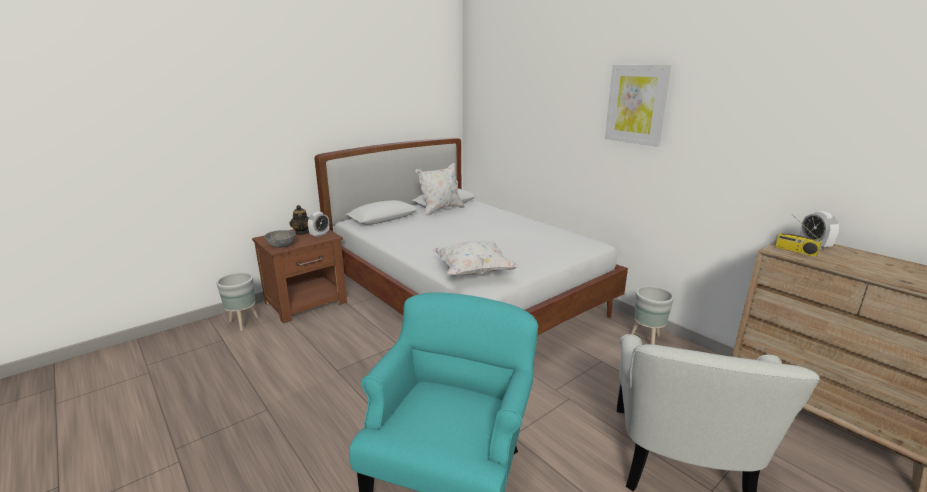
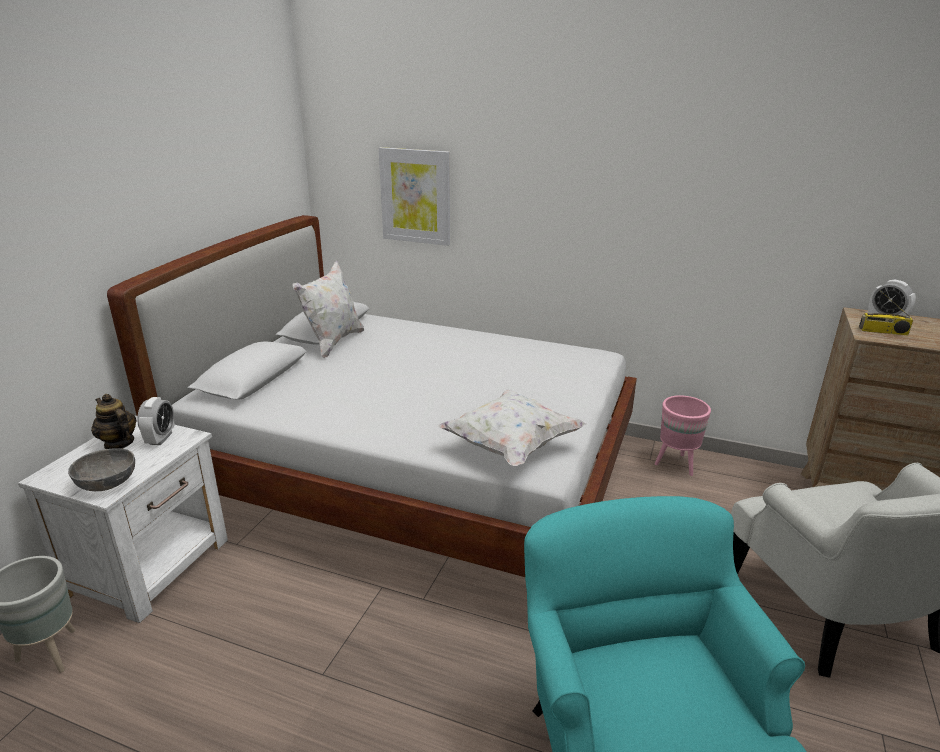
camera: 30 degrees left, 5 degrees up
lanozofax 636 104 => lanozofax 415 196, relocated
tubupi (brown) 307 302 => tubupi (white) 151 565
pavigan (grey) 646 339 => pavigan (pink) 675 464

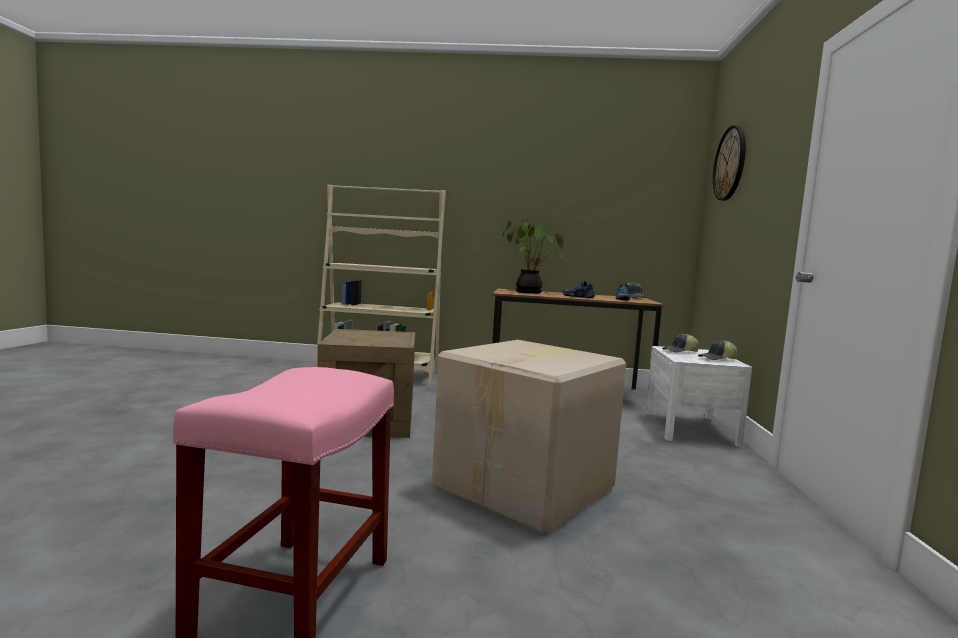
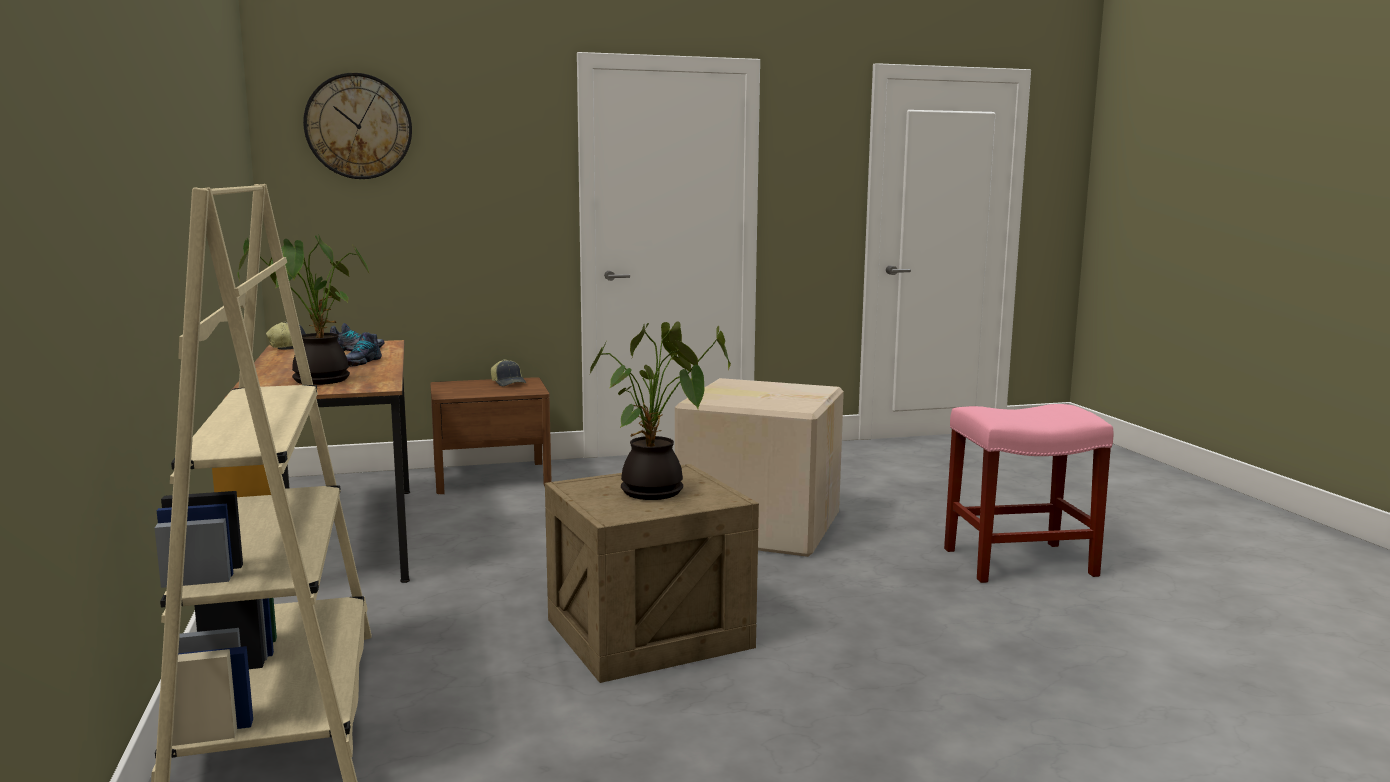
camera: 110 degrees left, 5 degrees up
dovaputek 680 352 => nothing
tubupi (white) 689 428 => tubupi (brown) 491 477
nothing => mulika 656 493

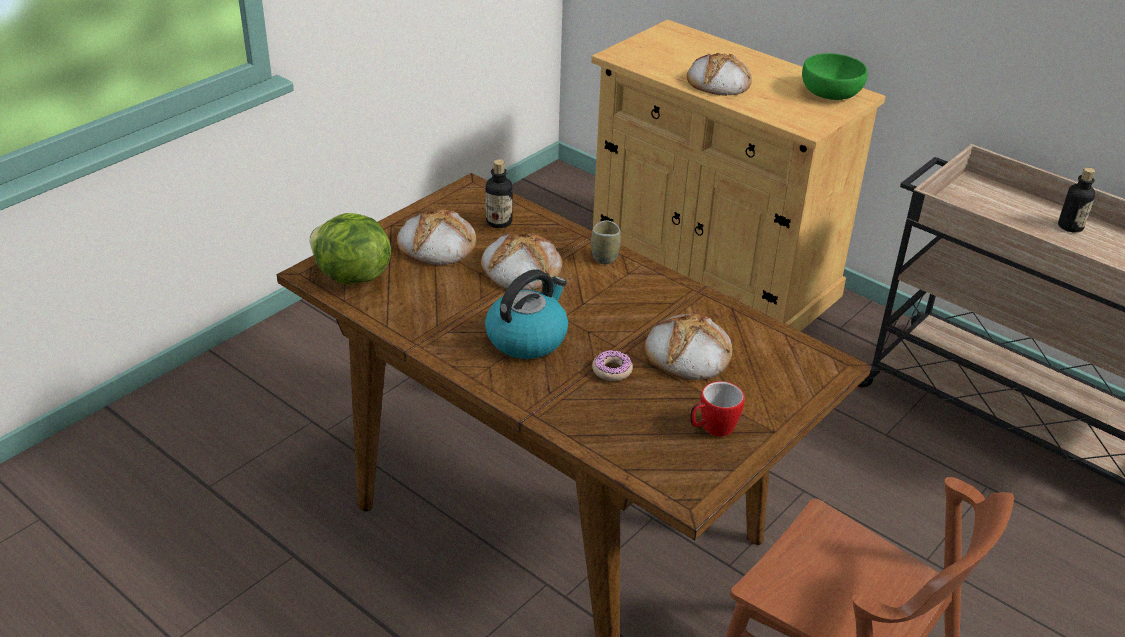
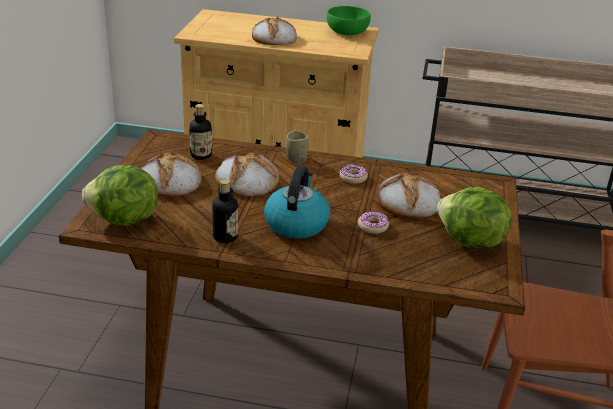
camera: 30 degrees left, 5 degrees down
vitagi 1070 226 => vitagi 225 237, relocated
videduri 712 429 => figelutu 469 242
nothing => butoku 353 178

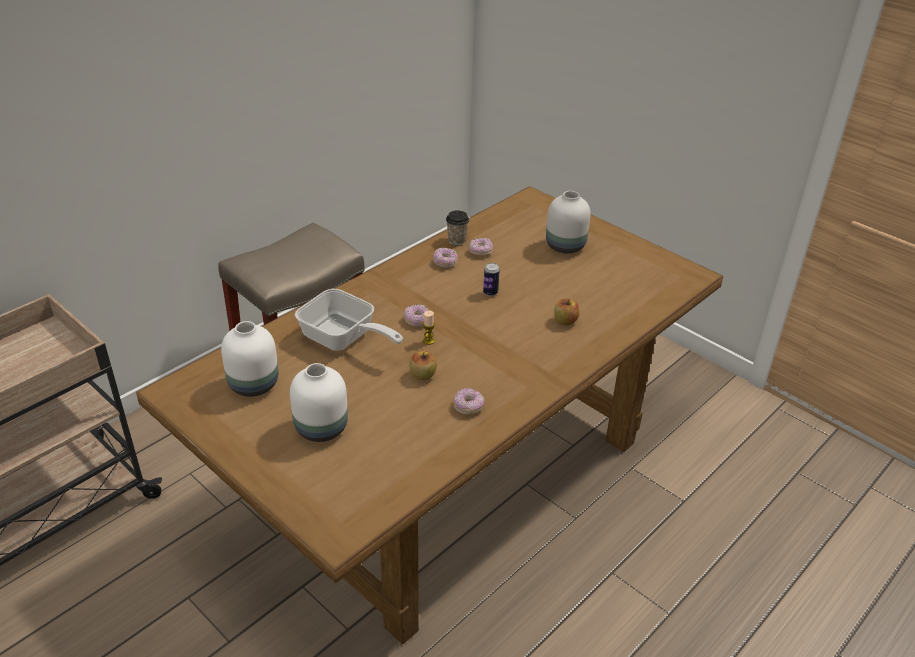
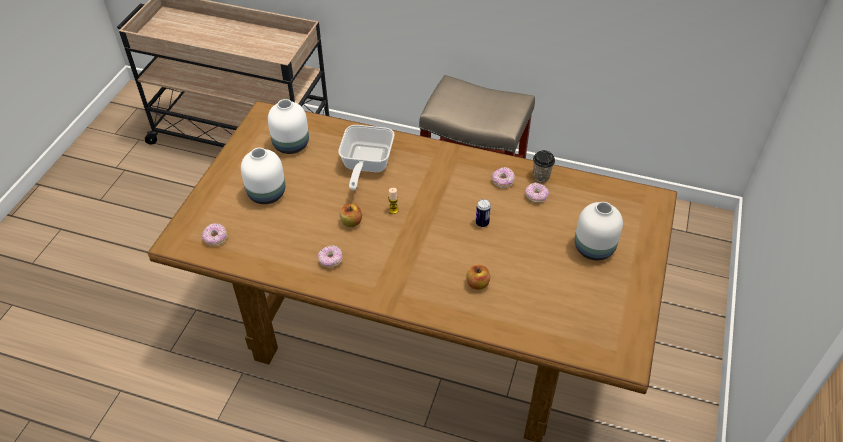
camera: 65 degrees right, 10 degrees up
butoku 417 321 => butoku 215 238, relocated

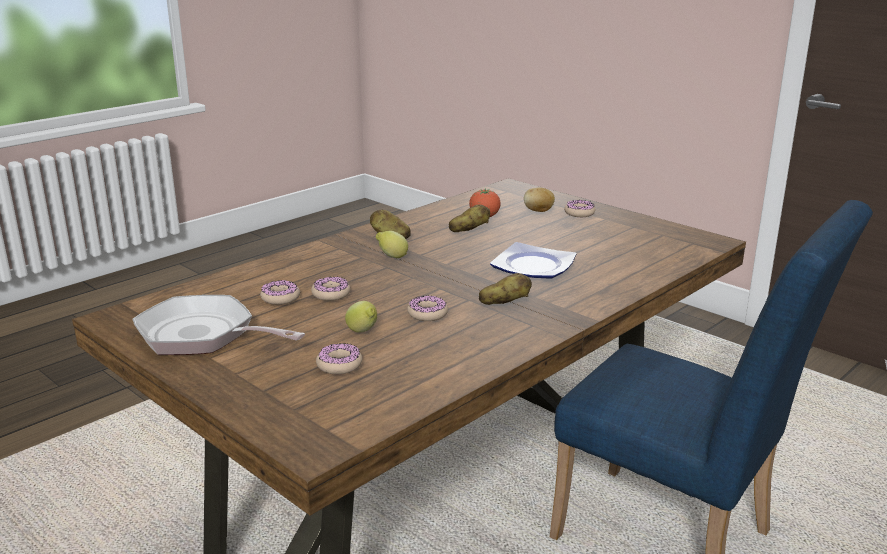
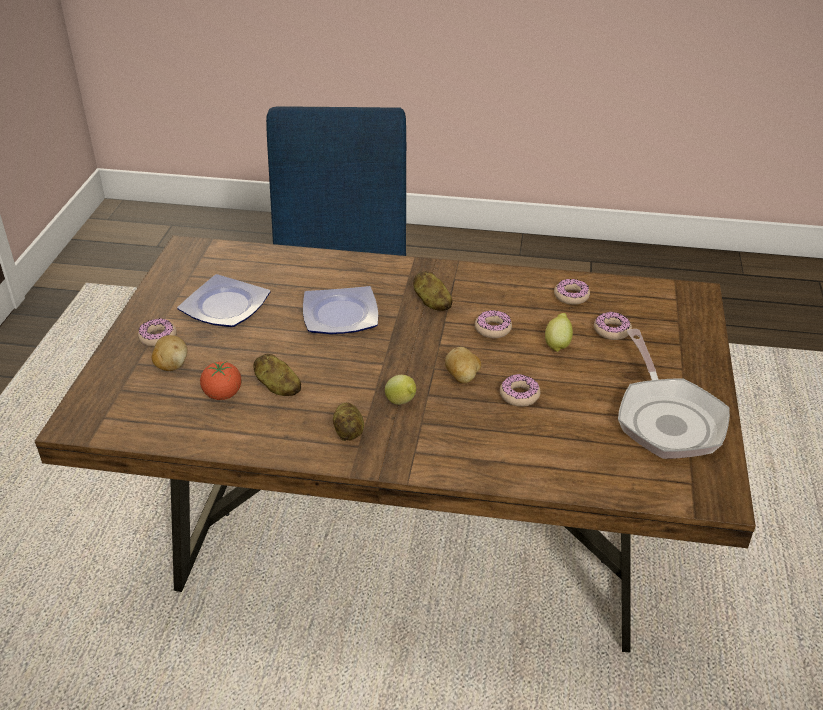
camera: 125 degrees left, 15 degrees up
butoku 280 298 => butoku 571 296, relocated
nothing => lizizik 225 305
nothing => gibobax 462 378

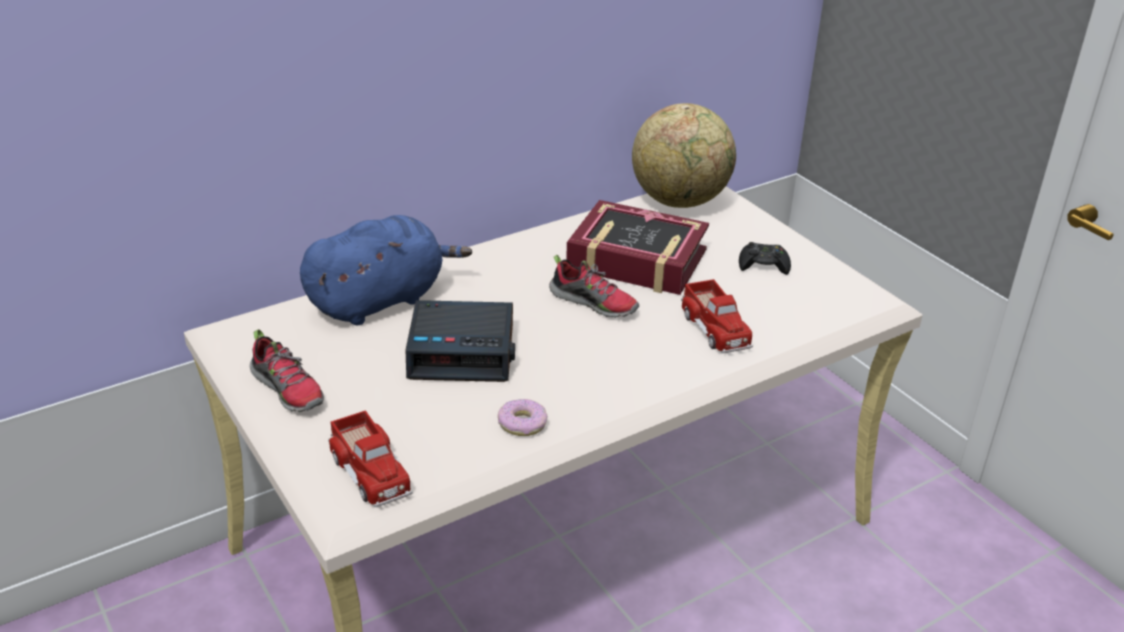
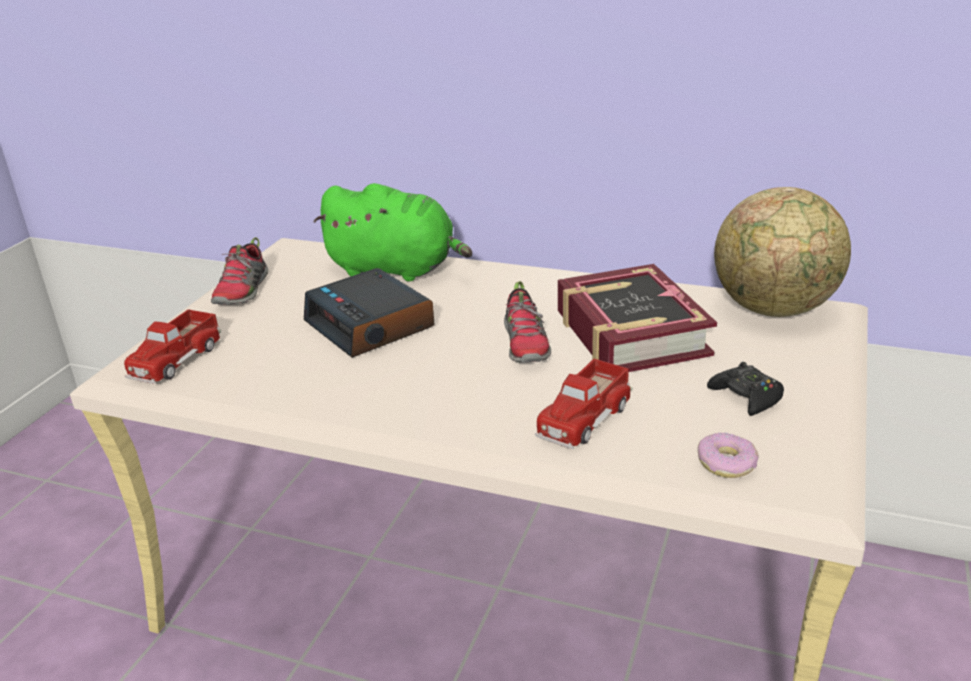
camera: 55 degrees right, 5 degrees down
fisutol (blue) 381 300 => fisutol (green) 396 269
butoku 522 423 => butoku 726 463, relocated

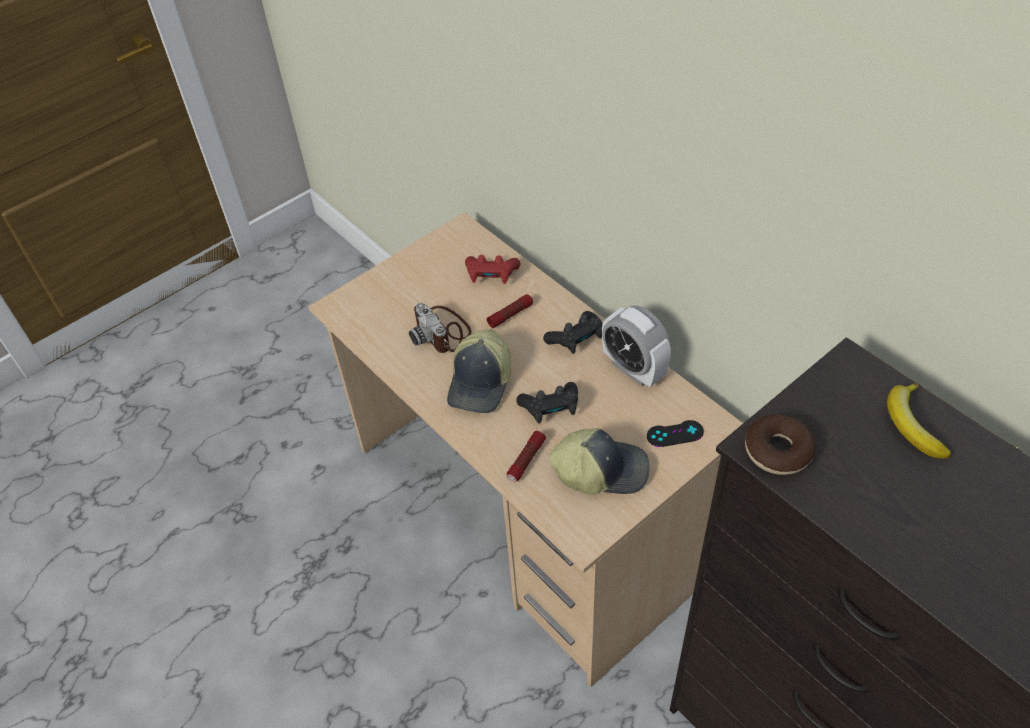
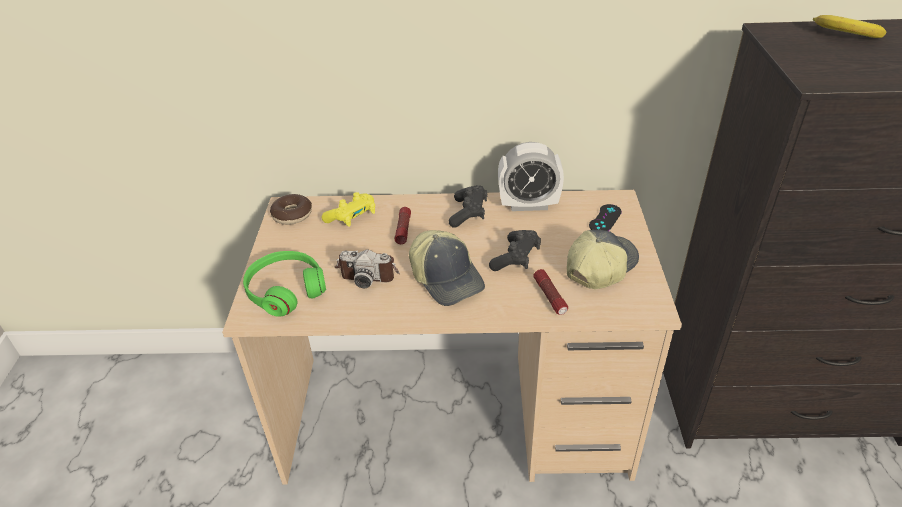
camera: 50 degrees left, 10 degrees down
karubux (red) 491 275 => karubux (yellow) 352 217
butoku 778 451 => butoku 292 215, relocated
nothing => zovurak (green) 286 290

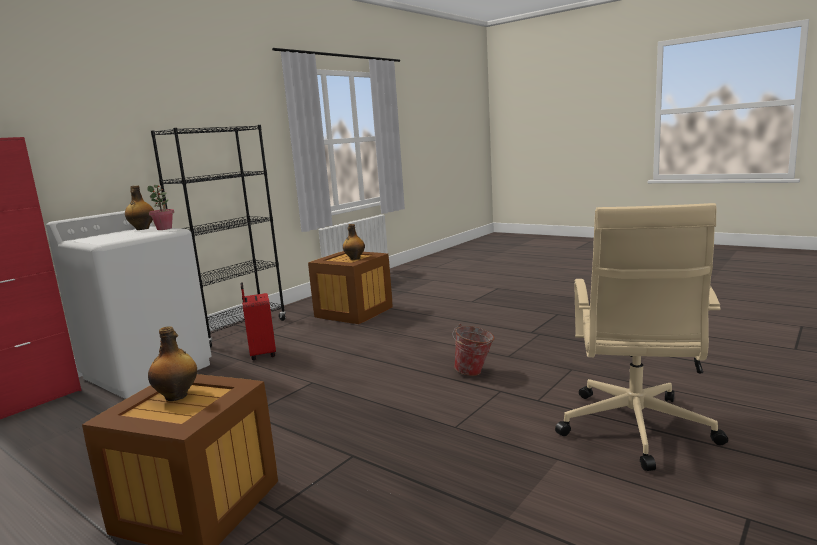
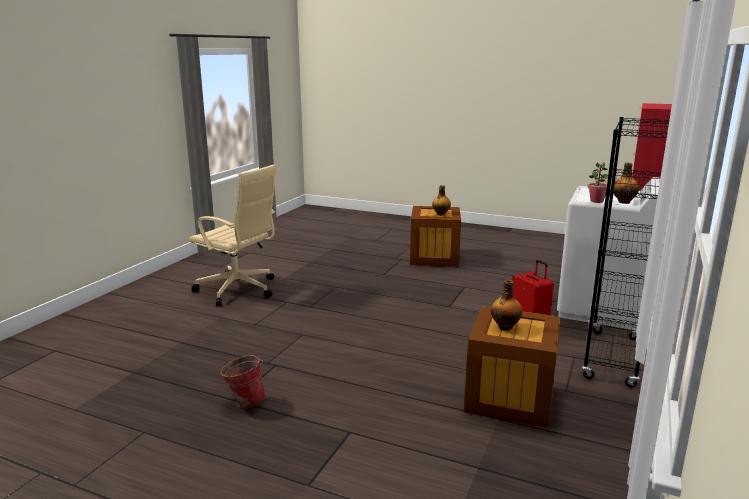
camera: 165 degrees right, 5 degrees up
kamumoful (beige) 635 430 => kamumoful (beige) 239 290, 120 degrees clockwise
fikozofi 474 373 => fikozofi 244 401, relocated

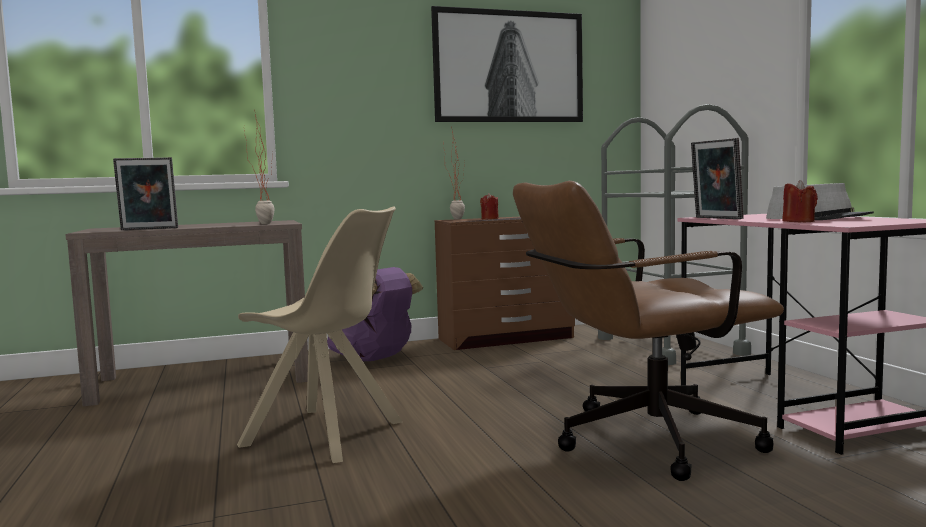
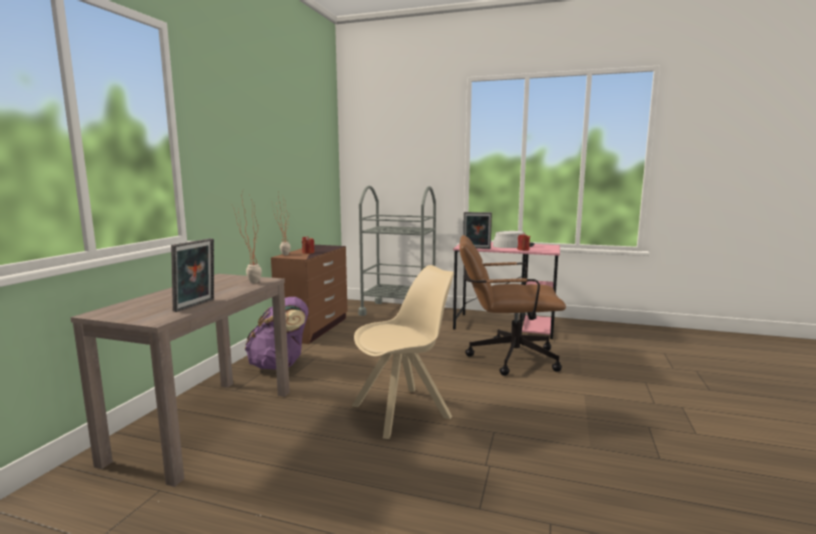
camera: 55 degrees left, 5 degrees up
lanozofax 509 67 => nothing
kamumoful (brown) 638 441 => kamumoful (brown) 505 357, 75 degrees clockwise

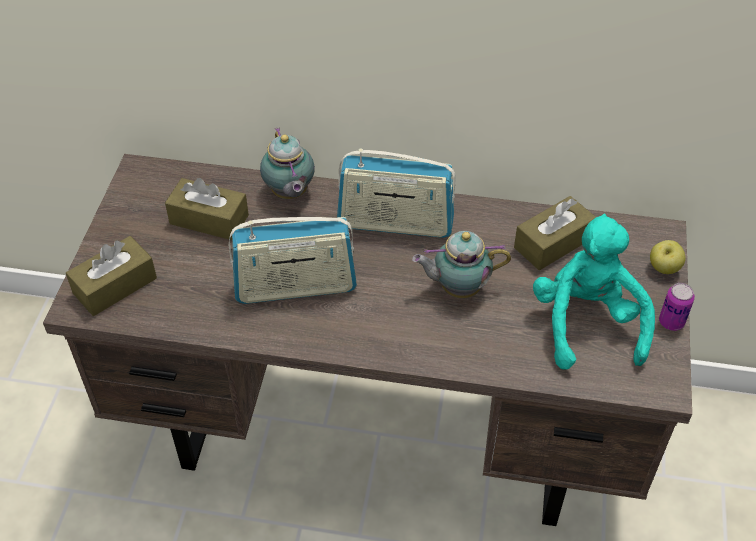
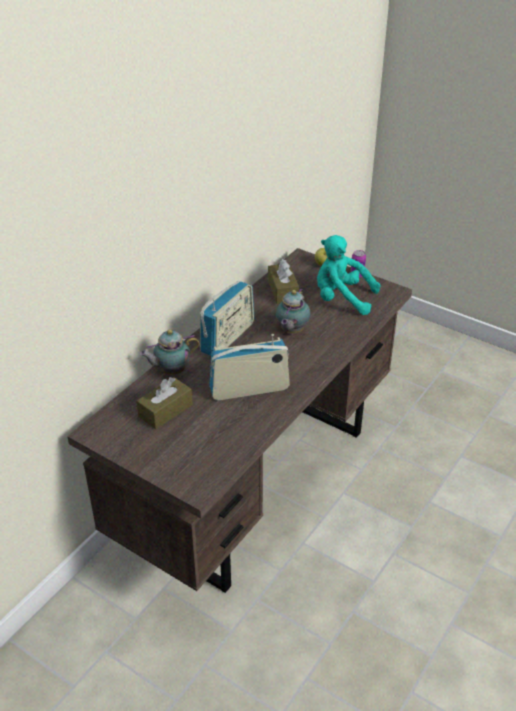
camera: 65 degrees left, 10 degrees down
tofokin 289 194 => tofokin 171 371, 150 degrees clockwise
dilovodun 295 287 => dilovodun 249 389, 120 degrees counterclockwise
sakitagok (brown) 115 286 => nothing

